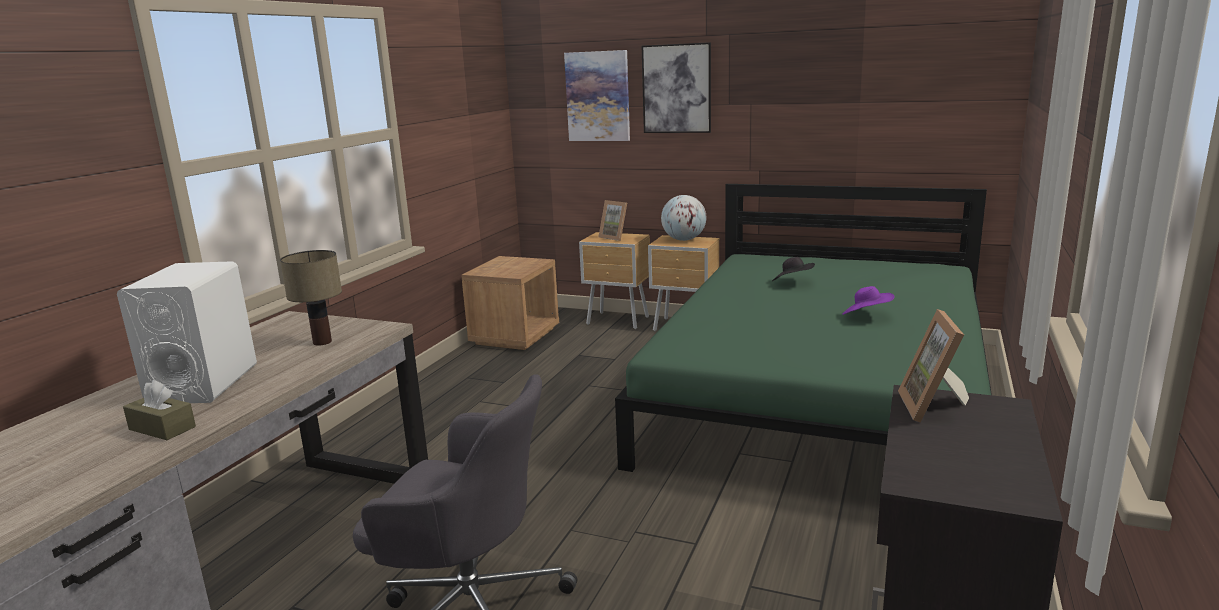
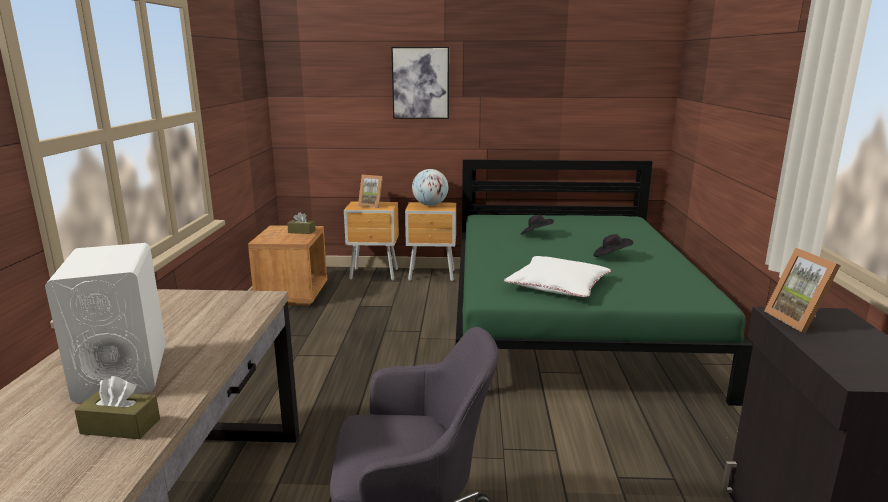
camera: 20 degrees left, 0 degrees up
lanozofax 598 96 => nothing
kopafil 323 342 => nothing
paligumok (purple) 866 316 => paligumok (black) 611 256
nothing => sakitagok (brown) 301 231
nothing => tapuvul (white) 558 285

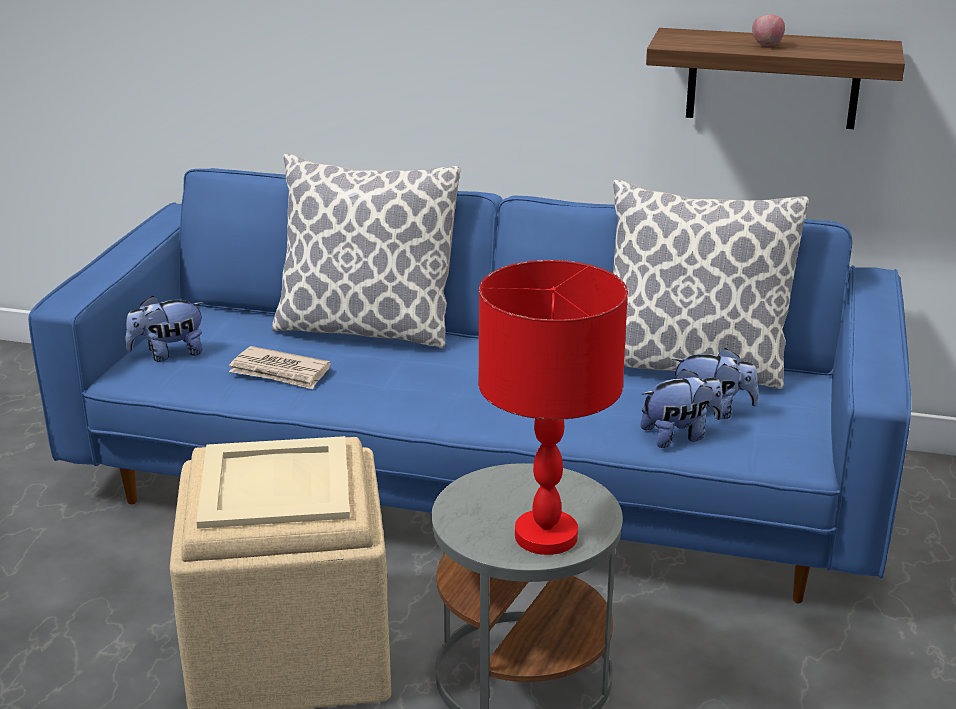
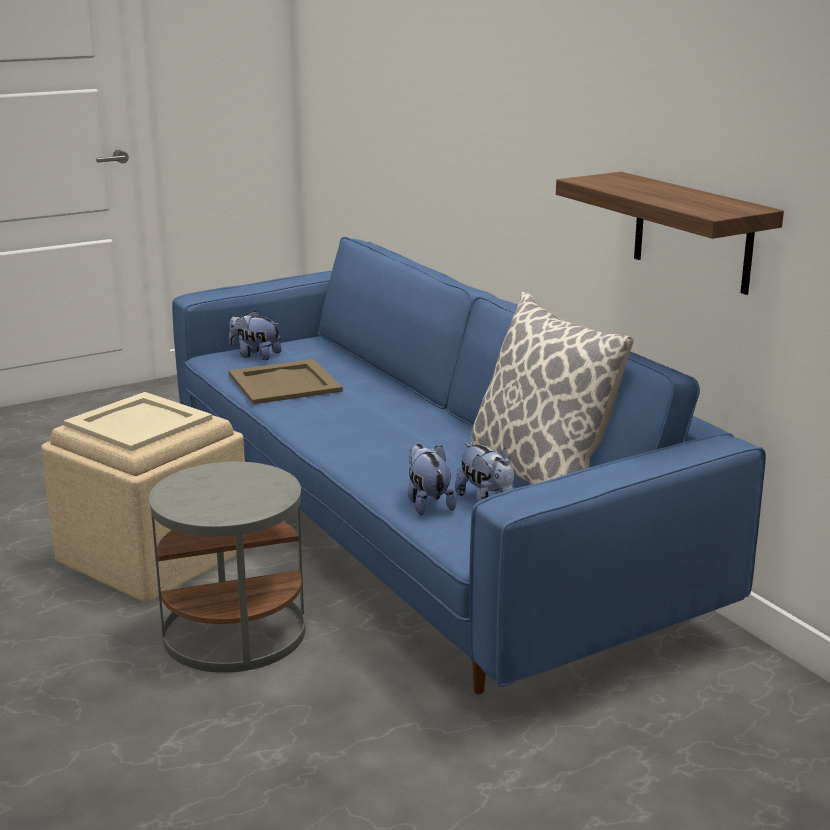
camera: 45 degrees right, 5 degrees down
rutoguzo 766 45 => nothing
tapuvul 365 329 => nothing
kopafil (red) 546 537 => nothing
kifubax 280 372 => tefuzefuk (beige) 285 383
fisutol 680 435 => fisutol 427 503, 135 degrees counterclockwise

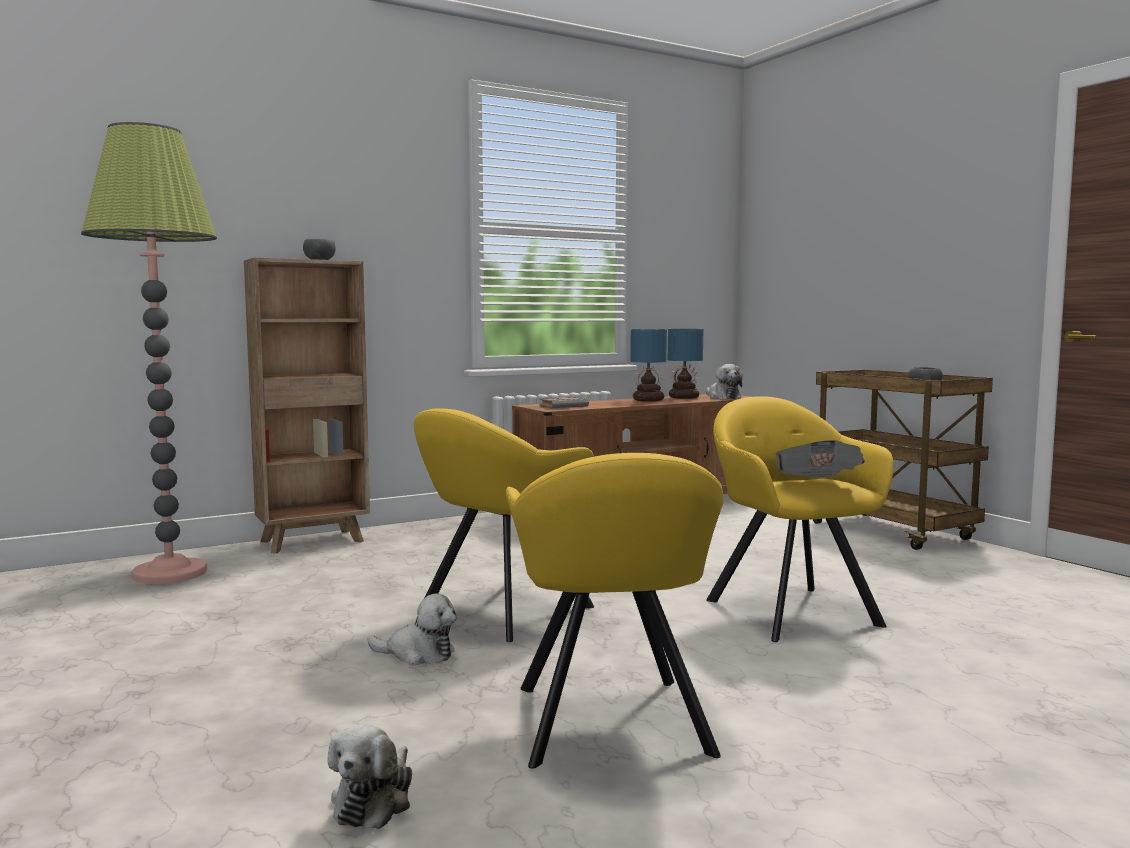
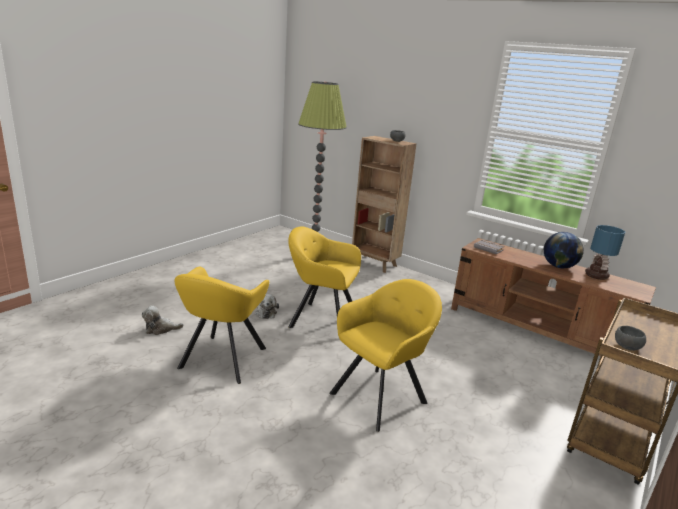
camera: 65 degrees right, 15 degrees up
kopafil 647 400 => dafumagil 558 266
fisutol 722 397 => nothing
kifubax 818 485 => nothing
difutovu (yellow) 611 725 => difutovu (yellow) 221 360, 45 degrees counterclockwise

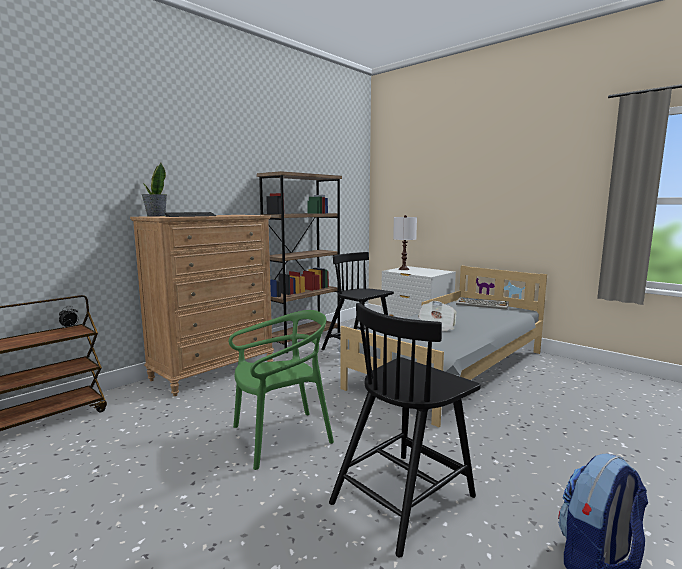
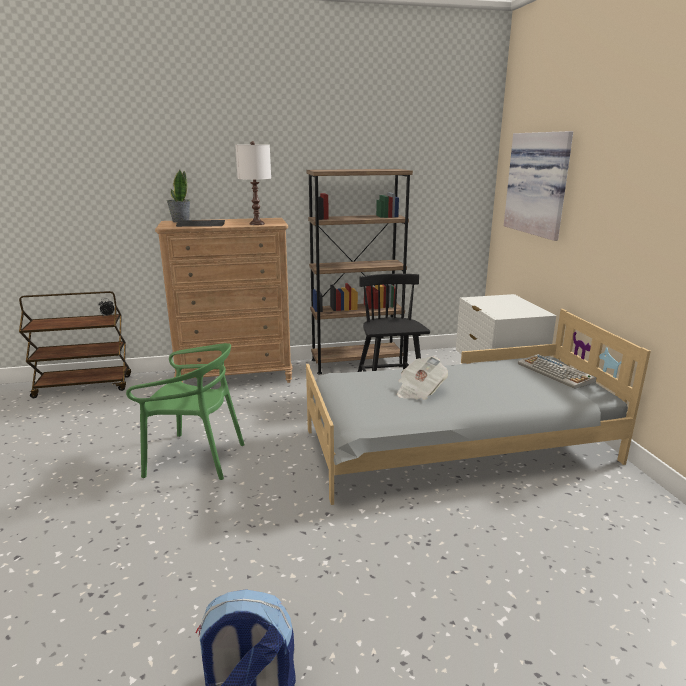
camera: 35 degrees right, 10 degrees up
kopafil (white) 404 269 => kopafil (white) 257 224, relocated
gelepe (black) 404 498 => nothing
nothing => lanozofax 539 184

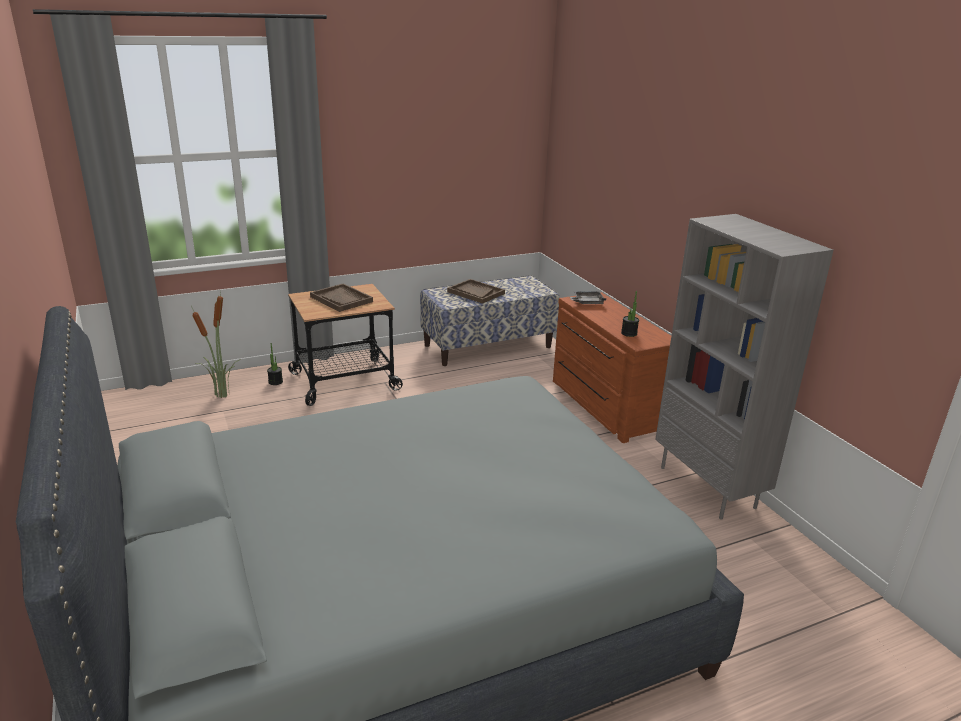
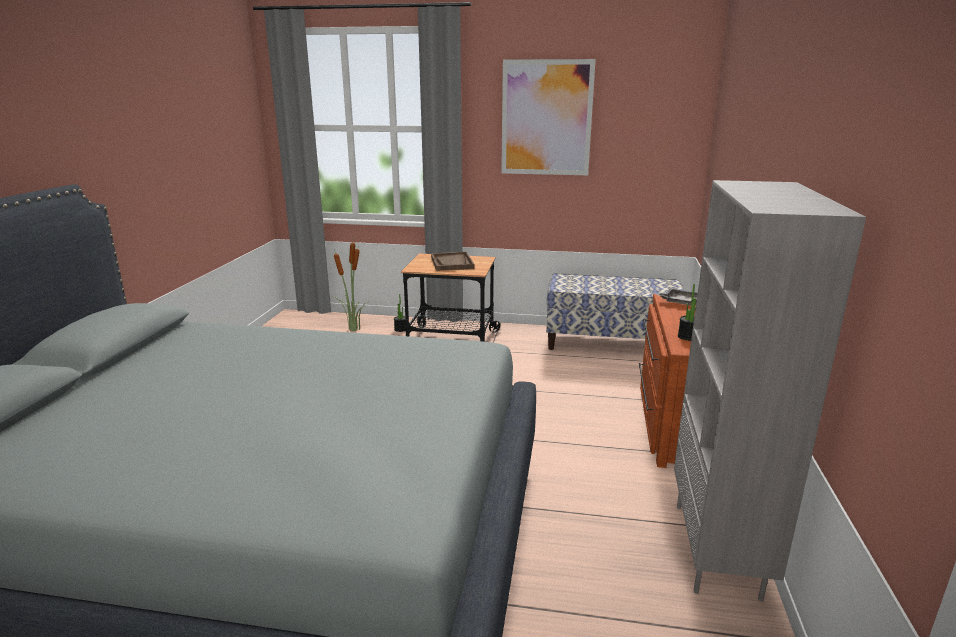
camera: 35 degrees right, 5 degrees down
tefuzefuk (brown) 475 293 => nothing
nothing => lanozofax 546 118

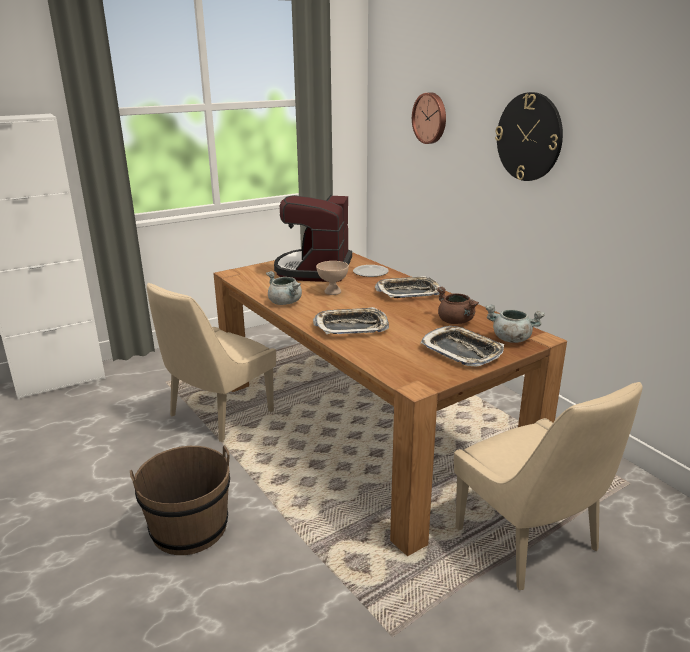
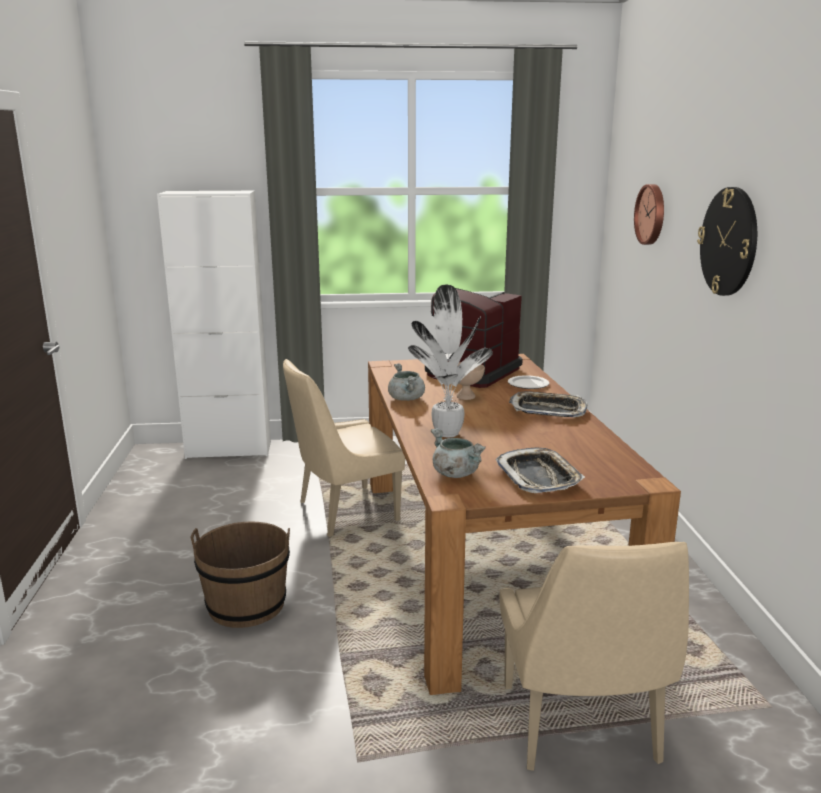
camera: 25 degrees right, 5 degrees down
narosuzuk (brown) 456 321 => nothing
narosuzuk (grey) 511 339 => narosuzuk (grey) 455 473, relocated
tefuzefuk 351 327 => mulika 447 432

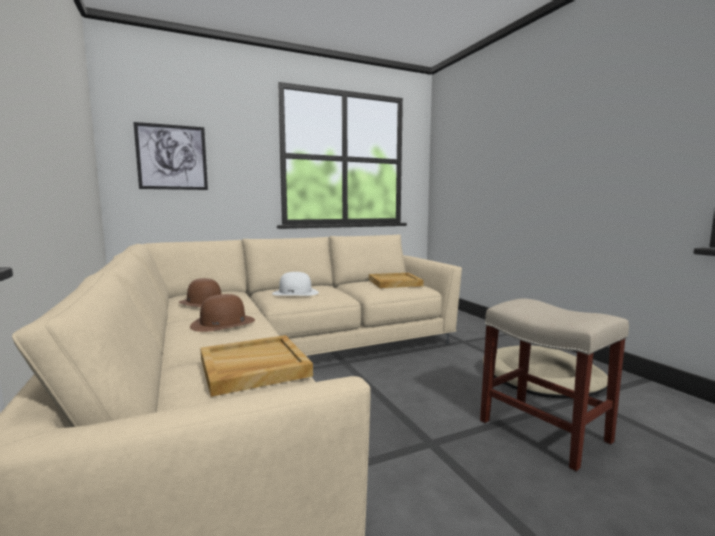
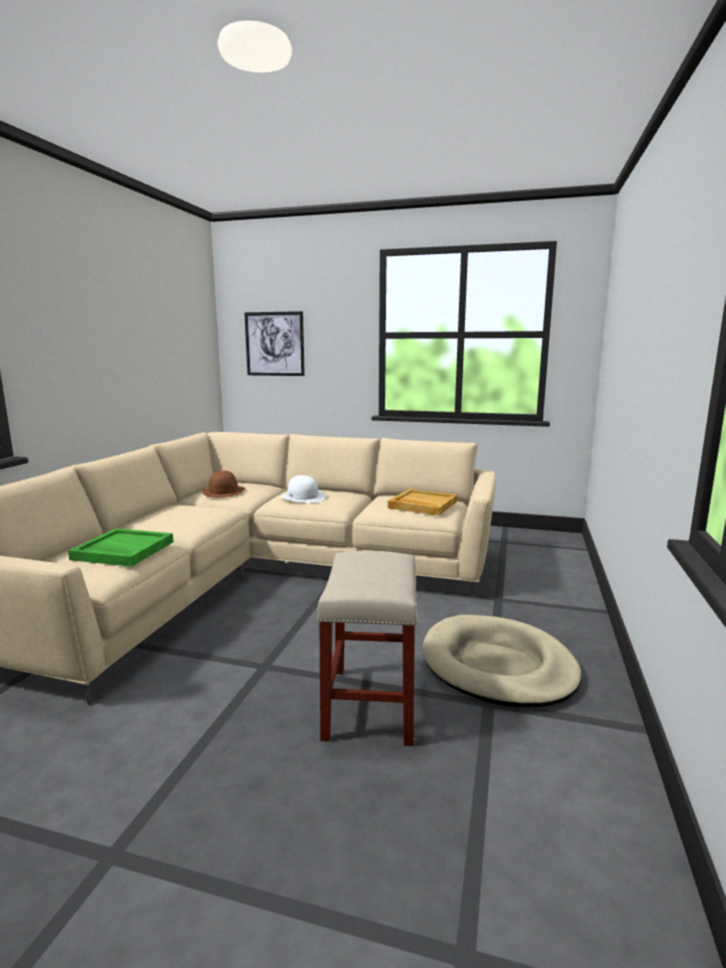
camera: 40 degrees right, 5 degrees up
paligumok (brown) 223 323 => nothing
tefuzefuk (beige) 253 367 => tefuzefuk (green) 122 550

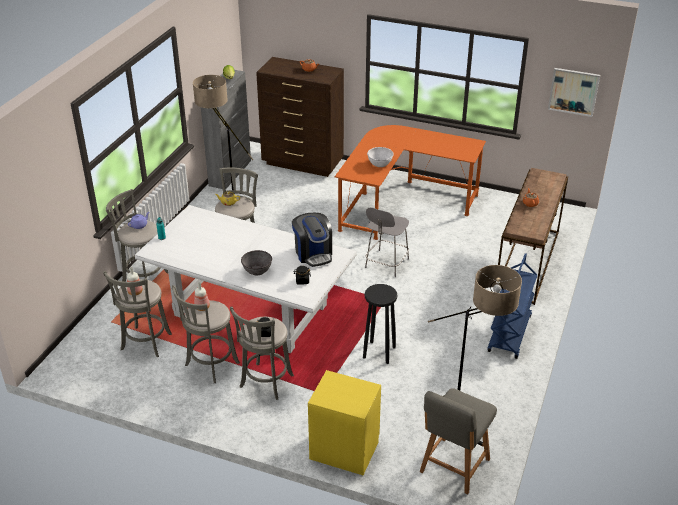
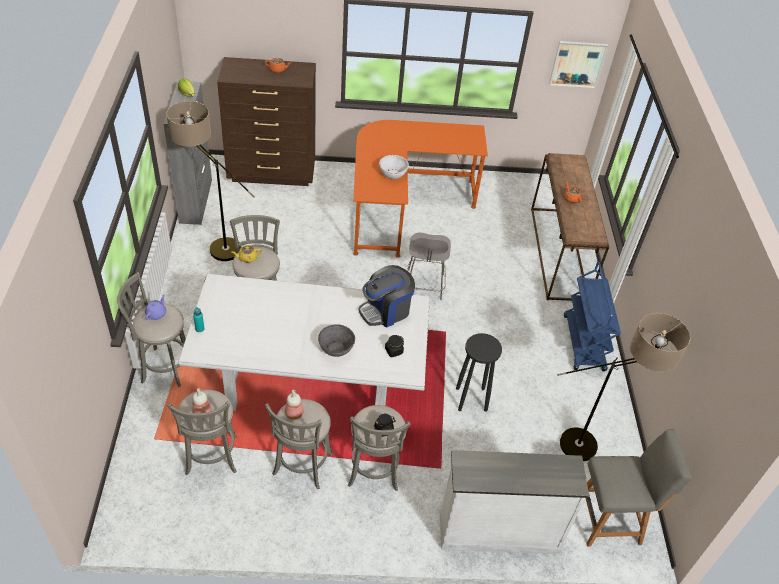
camera: 25 degrees left, 10 degrees up
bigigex 313 253 => bigigex 386 311, 105 degrees clockwise
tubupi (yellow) 344 449 => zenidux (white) 497 532
gelepe (grey) 453 467 => gelepe (grey) 610 519, 105 degrees counterclockwise

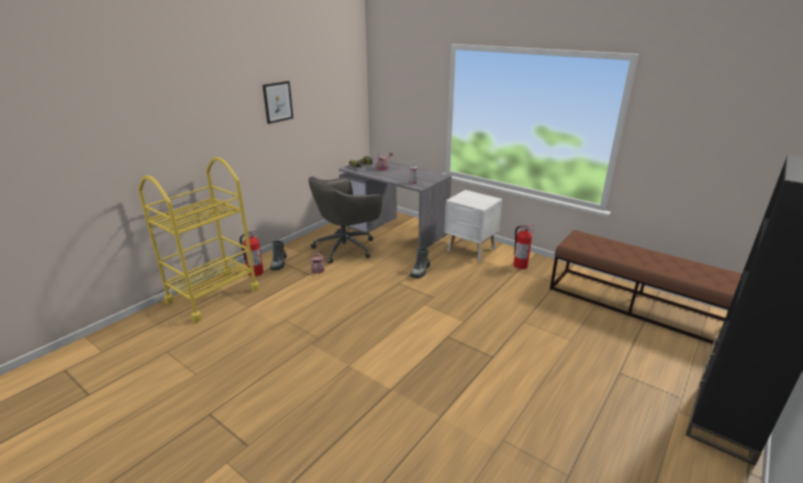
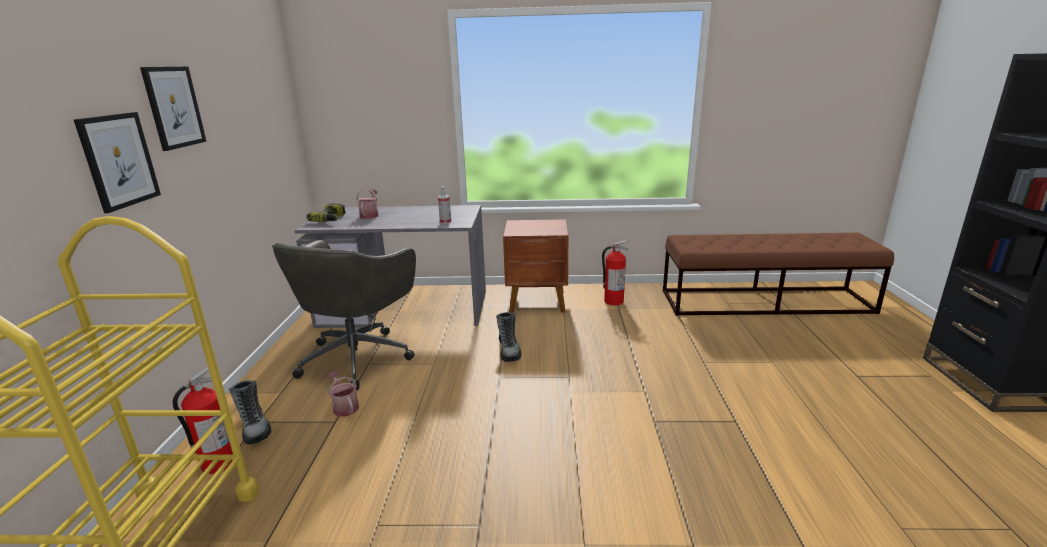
camera: 35 degrees left, 5 degrees down
tubupi (white) 471 250 => tubupi (brown) 538 302
nothing => lanozofax 119 160

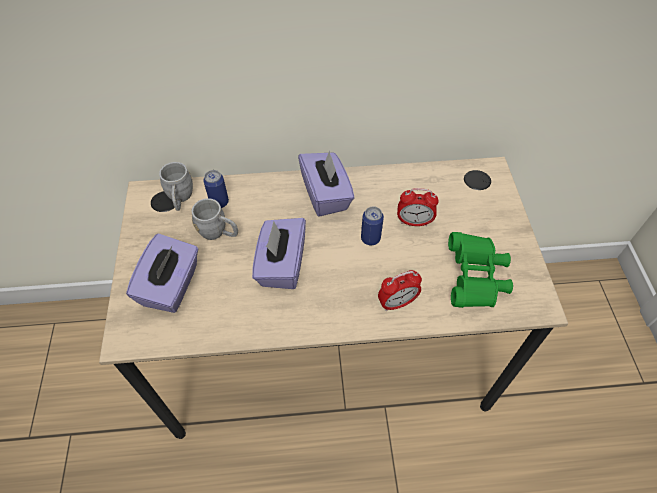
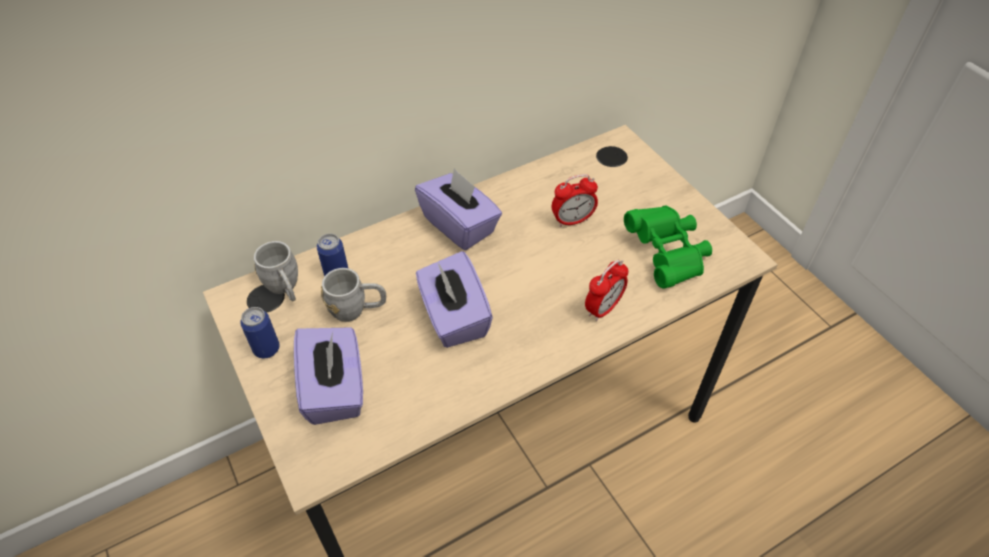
camera: 25 degrees left, 5 degrees down
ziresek 370 238 => ziresek 266 349, relocated

